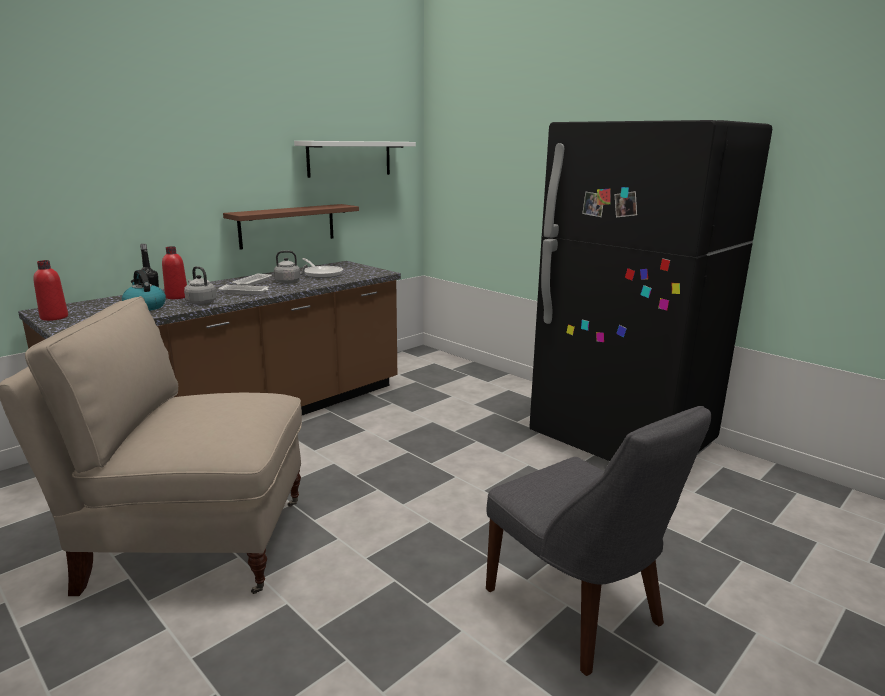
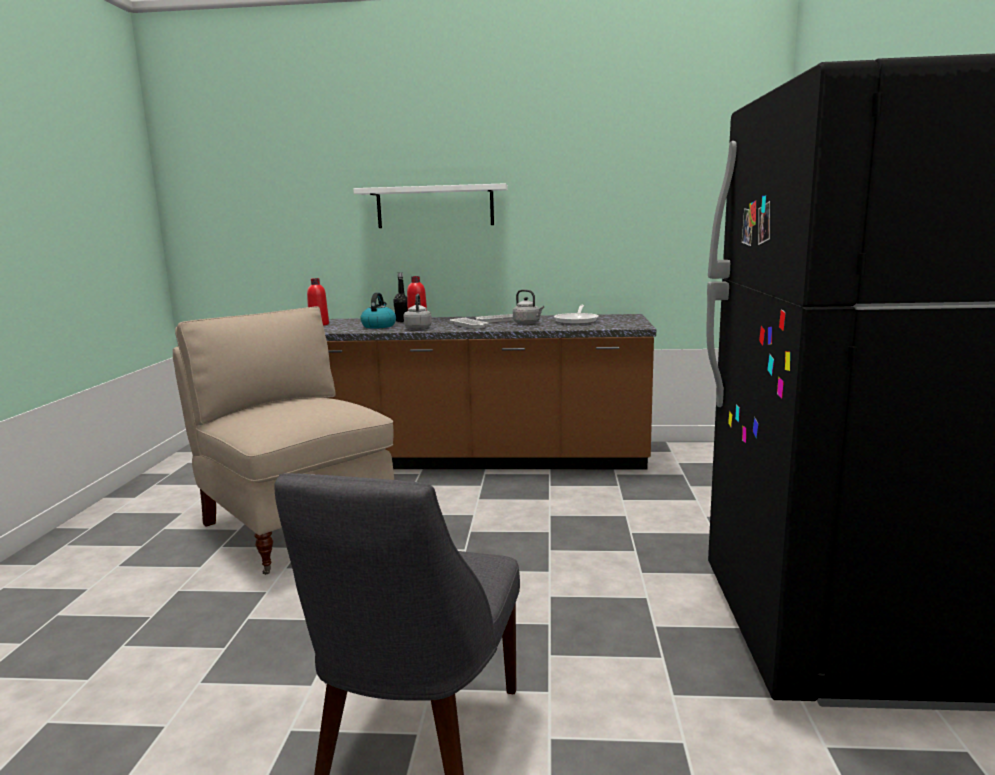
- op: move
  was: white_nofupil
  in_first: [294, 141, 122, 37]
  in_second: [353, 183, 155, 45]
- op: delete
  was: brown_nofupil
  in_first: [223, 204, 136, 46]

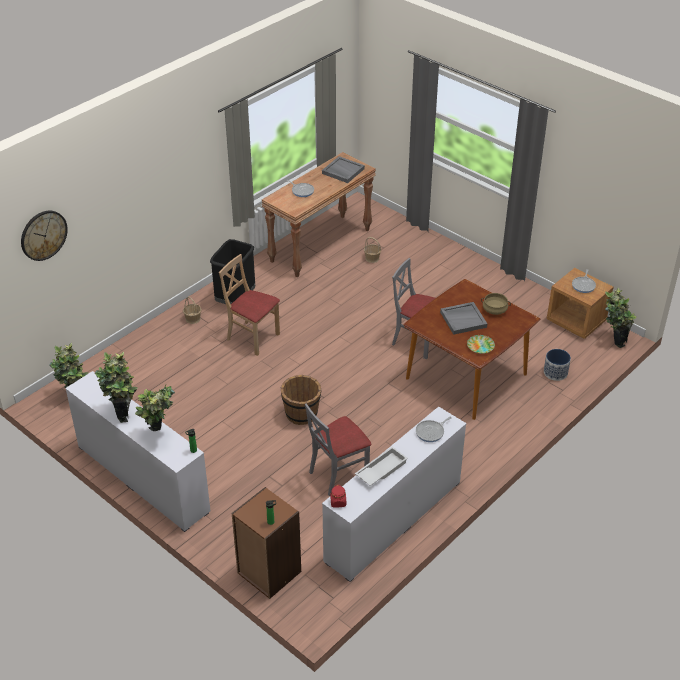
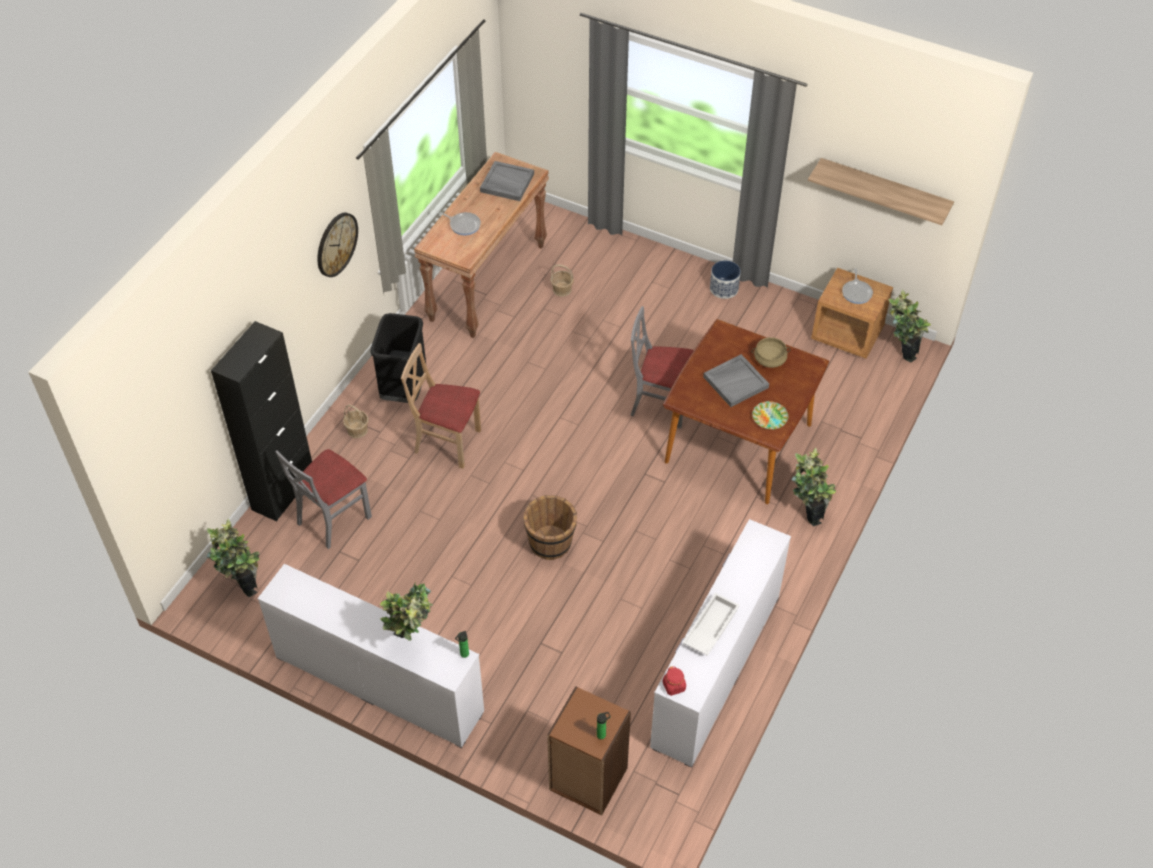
- op: move
  was: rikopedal
  in_first: [21, 211, 47, 50]
  in_second: [317, 213, 41, 64]
- op: move
  was: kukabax
  in_first: [544, 349, 27, 32]
  in_second: [710, 260, 31, 39]
- op: move
  was: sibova
  in_first: [95, 352, 43, 71]
  in_second: [792, 448, 44, 78]
- op: move
  was: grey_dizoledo
  in_first: [305, 403, 67, 93]
  in_second: [276, 449, 96, 100]
- op: delete
  was: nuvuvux
  in_first: [416, 416, 36, 26]
- op: insert
  now: nofupil
  in_second: [808, 158, 146, 67]
- op: insert
  now: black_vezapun
  in_second: [211, 321, 101, 200]

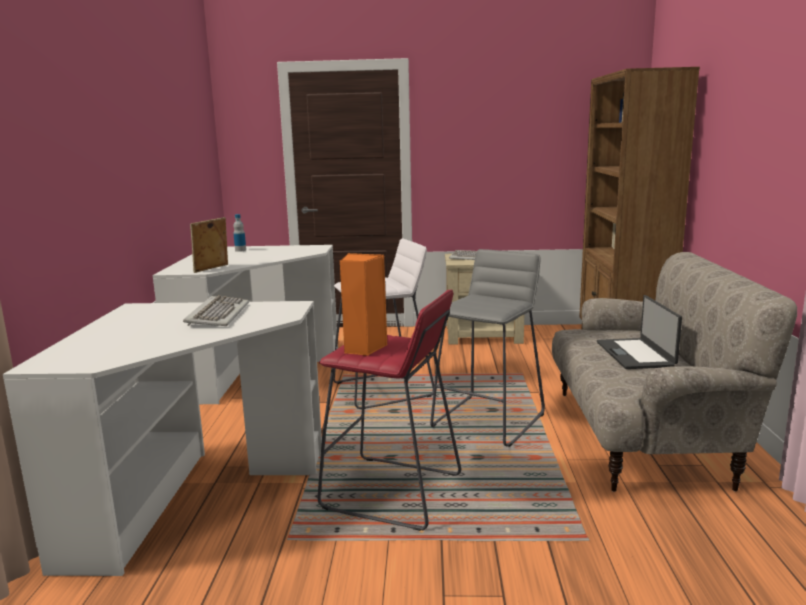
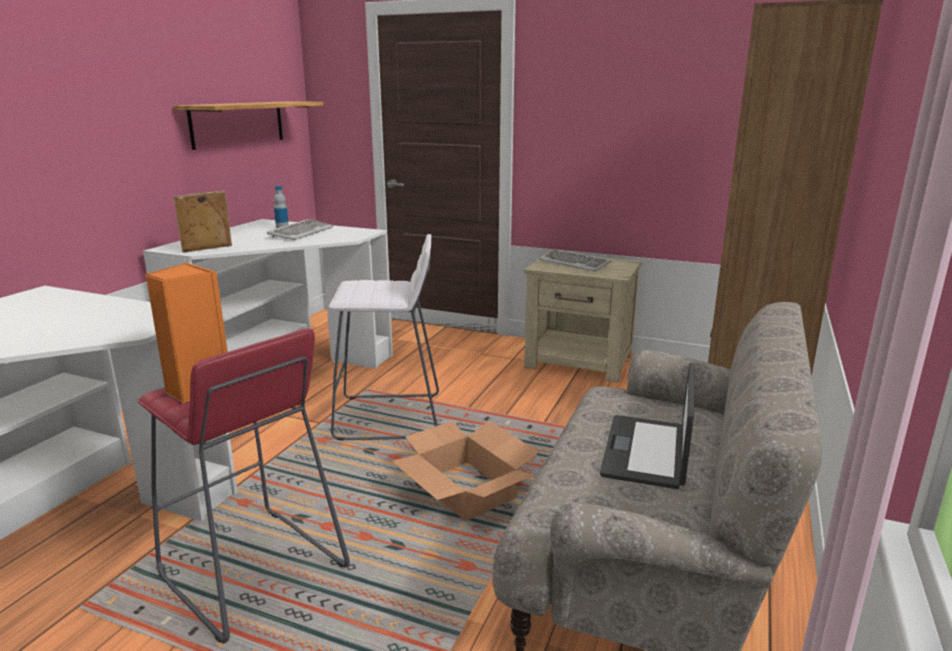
- op: replace
  was: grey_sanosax
  now: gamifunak
  in_first: [430, 249, 115, 198]
  in_second: [392, 421, 147, 100]
- op: move
  was: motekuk
  in_first: [183, 295, 66, 31]
  in_second: [267, 219, 66, 21]
- op: insert
  now: nofupil
  in_second: [173, 101, 150, 49]

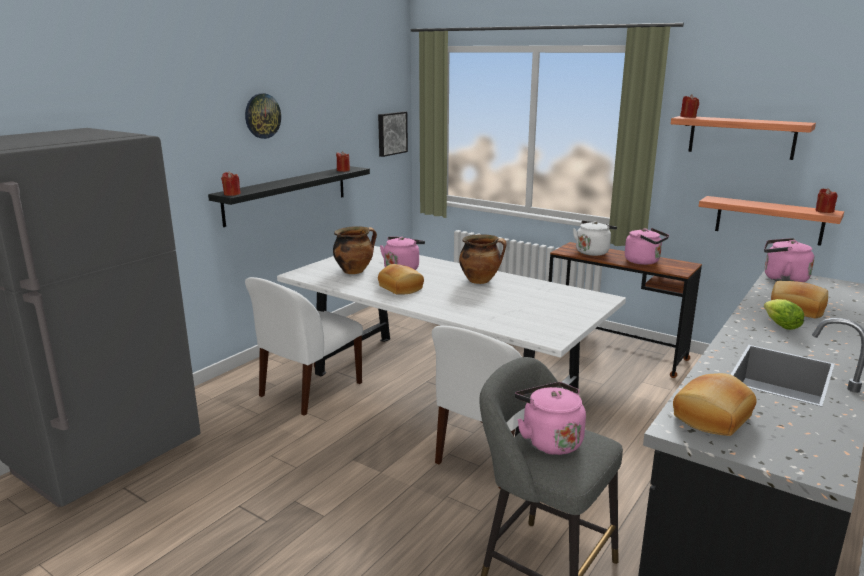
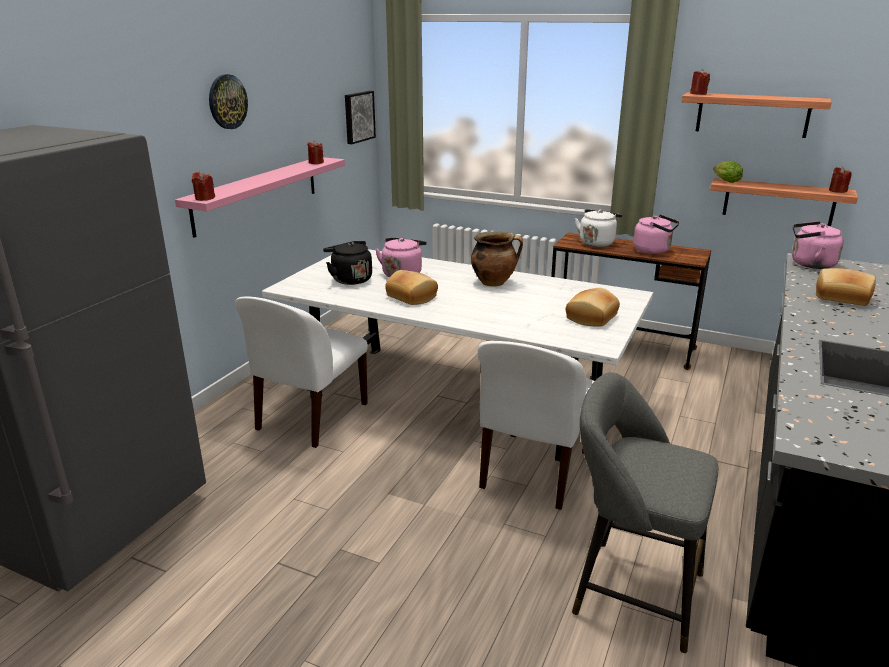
- op: recolor
  was: black_nofupil
  now: pink_nofupil
  in_first: [208, 166, 162, 61]
  in_second: [175, 157, 170, 81]
- op: replace
  was: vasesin
  now: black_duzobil
  in_first: [333, 226, 44, 48]
  in_second: [323, 241, 49, 44]
- op: move
  was: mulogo
  in_first: [764, 299, 40, 31]
  in_second: [713, 161, 30, 22]
- op: move
  was: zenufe
  in_first: [673, 373, 84, 63]
  in_second: [566, 288, 54, 38]
- op: delete
  was: pink_duzobil
  in_first: [515, 382, 71, 73]

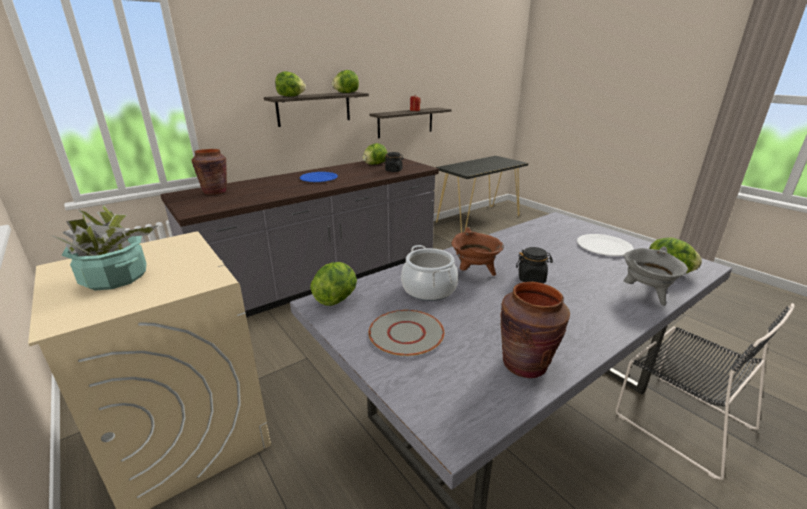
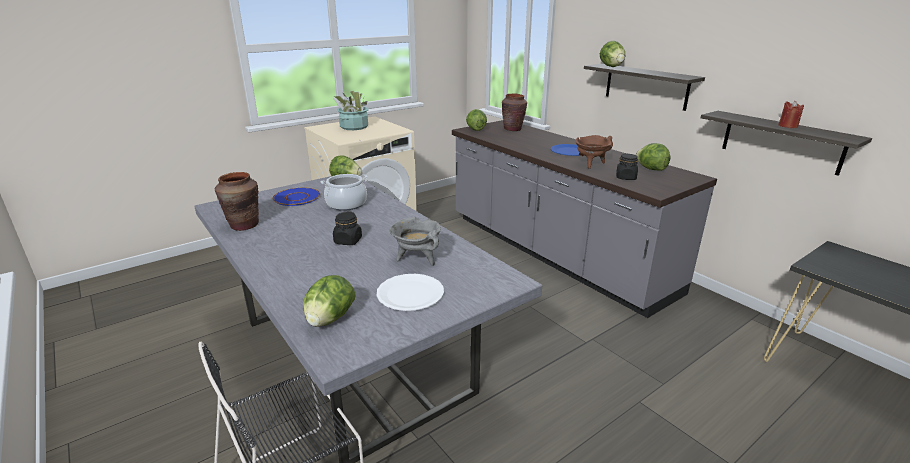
- op: move
  was: mulogo
  in_first: [332, 70, 27, 23]
  in_second: [466, 109, 21, 22]
- op: move
  was: brown_vasesin
  in_first: [452, 227, 52, 49]
  in_second: [575, 135, 38, 34]
- op: move
  was: grey_vasesin
  in_first: [623, 247, 65, 58]
  in_second: [390, 217, 51, 49]
- op: recolor
  was: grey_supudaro
  now: blue_supudaro
  in_first: [369, 310, 75, 46]
  in_second: [272, 188, 48, 18]

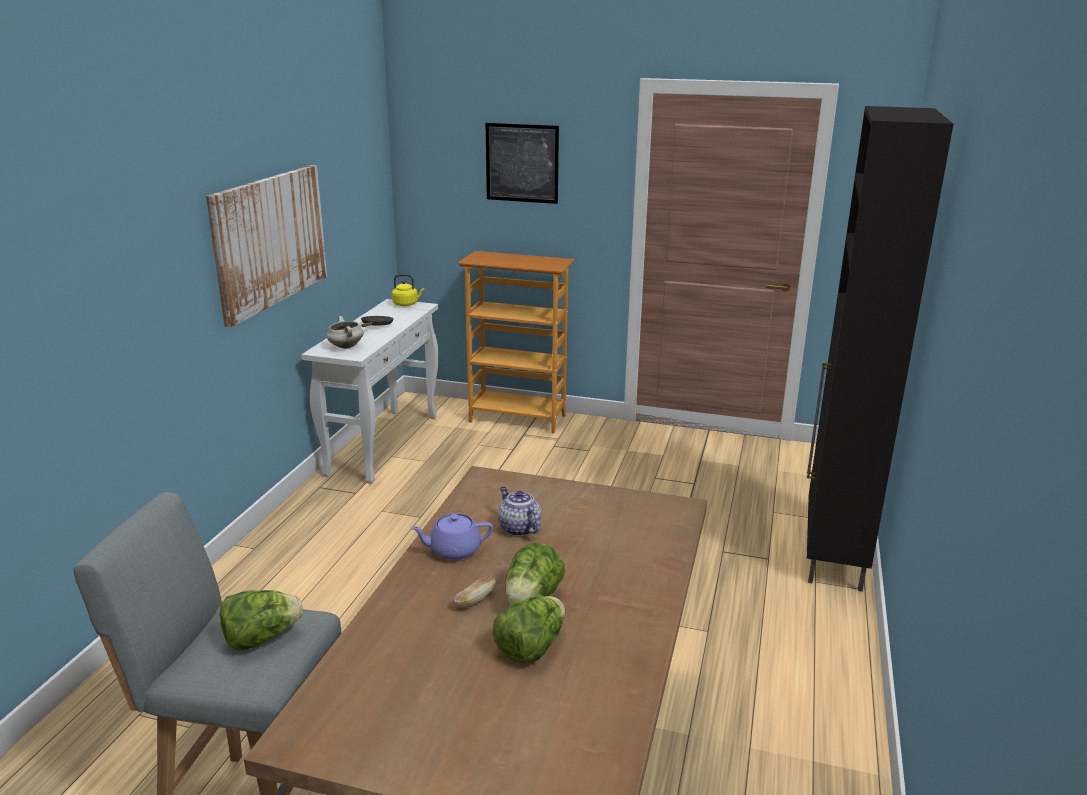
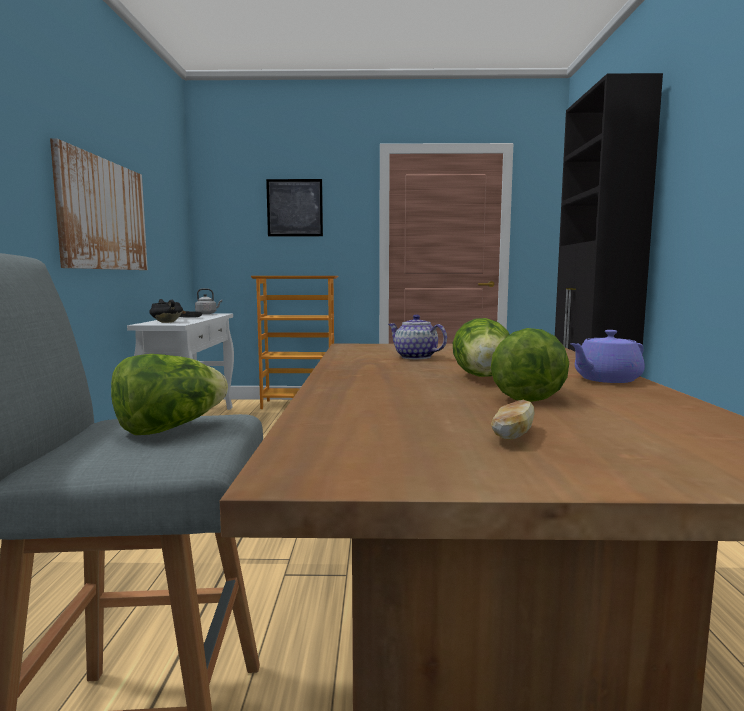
- op: recolor
  was: yellow_duzobil
  now: grey_duzobil
  in_first: [392, 274, 32, 32]
  in_second: [195, 288, 27, 26]
- op: recolor
  was: white_vasesin
  now: black_vasesin
  in_first: [326, 316, 38, 33]
  in_second: [149, 299, 34, 24]
- op: move
  was: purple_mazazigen
  in_first: [410, 514, 83, 46]
  in_second: [571, 330, 74, 53]
- op: move
  was: zenufe
  in_first: [453, 577, 43, 30]
  in_second: [491, 400, 44, 40]

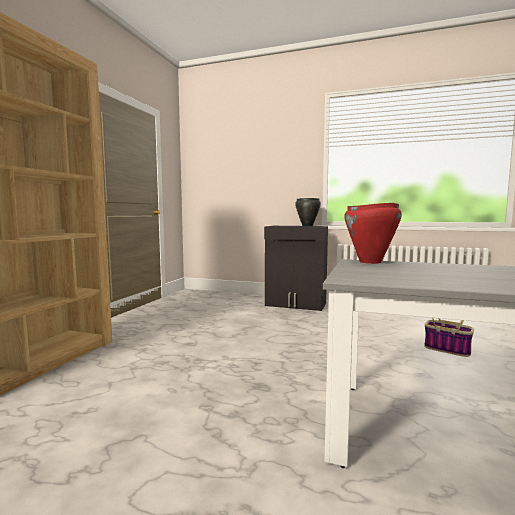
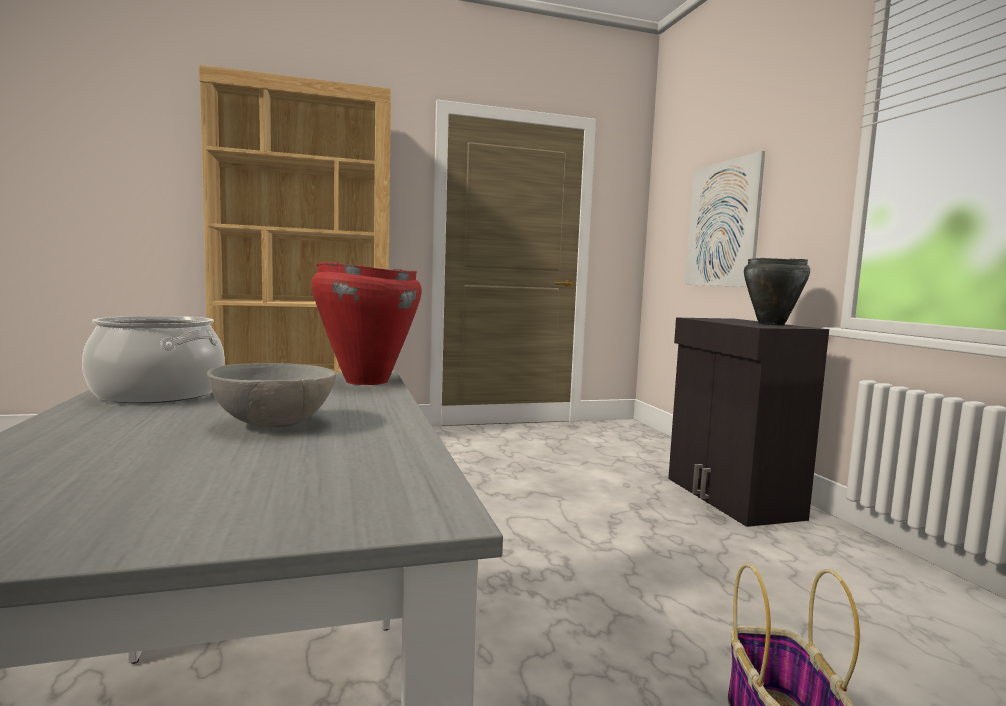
- op: insert
  now: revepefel
  in_second: [685, 151, 80, 136]
- op: insert
  now: vasesin
  in_second: [82, 316, 143, 87]
- op: insert
  now: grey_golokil
  in_second: [207, 363, 129, 64]

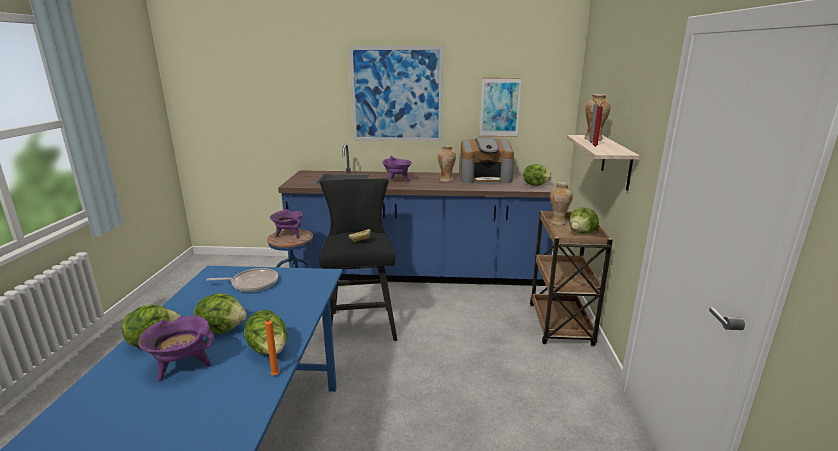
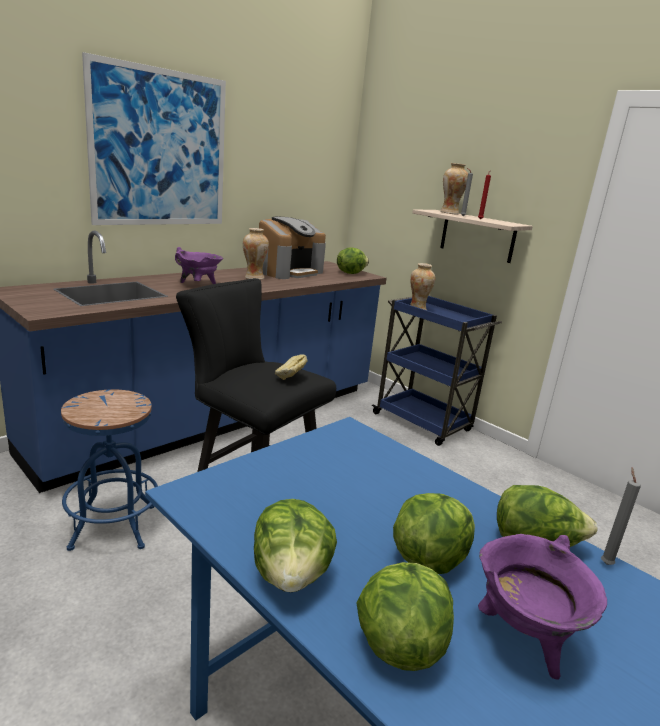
- op: delete
  was: revepefel
  in_first: [480, 77, 42, 60]
- op: move
  was: mulogo
  in_first: [569, 207, 30, 27]
  in_second: [254, 499, 83, 93]
- op: delete
  was: purple_vasesin
  in_first: [270, 209, 33, 30]
- op: recolor
  was: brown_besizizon
  now: blue_besizizon
  in_first: [530, 211, 83, 135]
  in_second: [372, 296, 130, 150]
- op: delete
  was: nuvuvux
  in_first: [206, 268, 72, 24]
- op: recolor
  was: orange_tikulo
  now: grey_tikulo
  in_first: [265, 313, 14, 63]
  in_second: [601, 467, 40, 98]

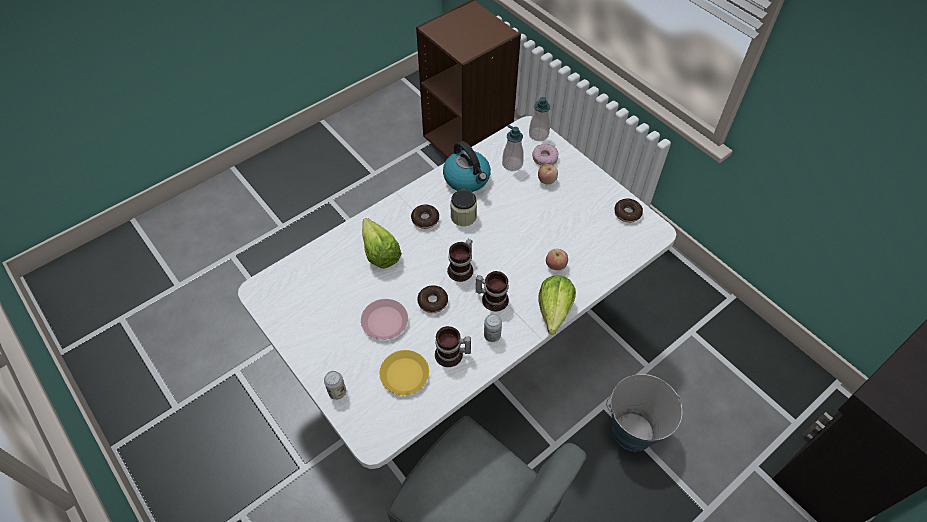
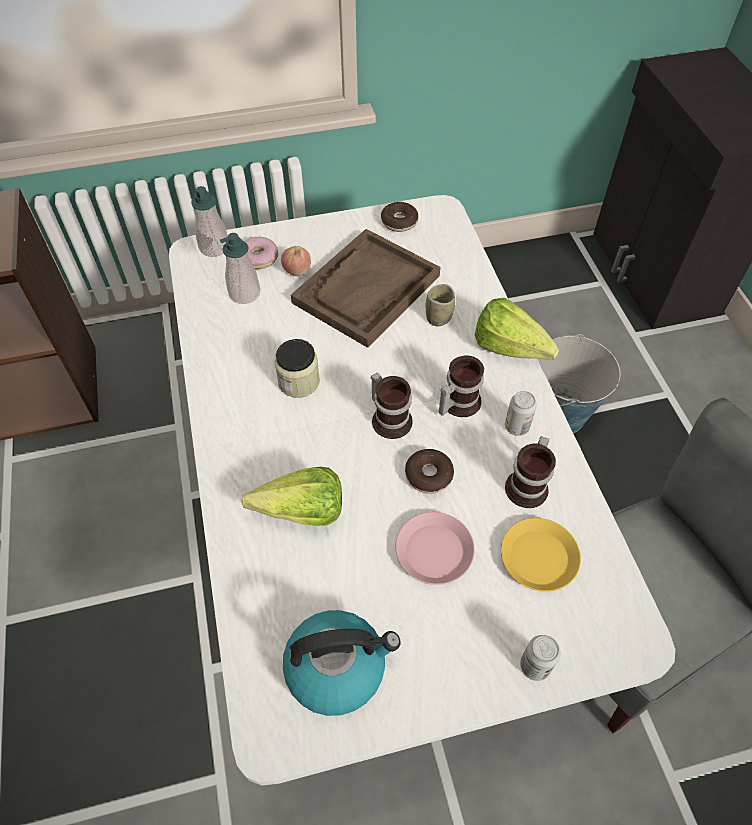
- op: move
  was: duzobil
  in_first: [443, 141, 48, 51]
  in_second: [283, 610, 118, 106]
- op: delete
  was: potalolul
  in_first: [411, 204, 28, 25]
- op: replace
  was: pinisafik
  now: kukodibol
  in_first: [546, 249, 22, 21]
  in_second: [426, 284, 29, 42]
- op: insert
  now: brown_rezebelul
  in_second: [291, 229, 150, 119]

